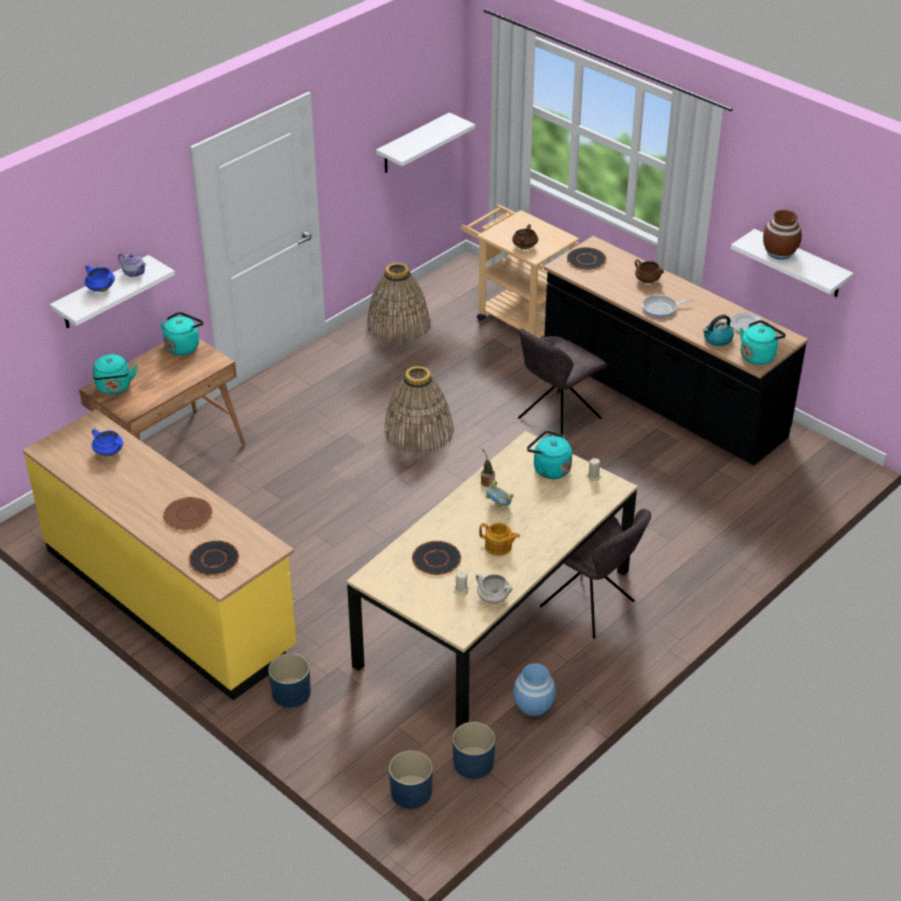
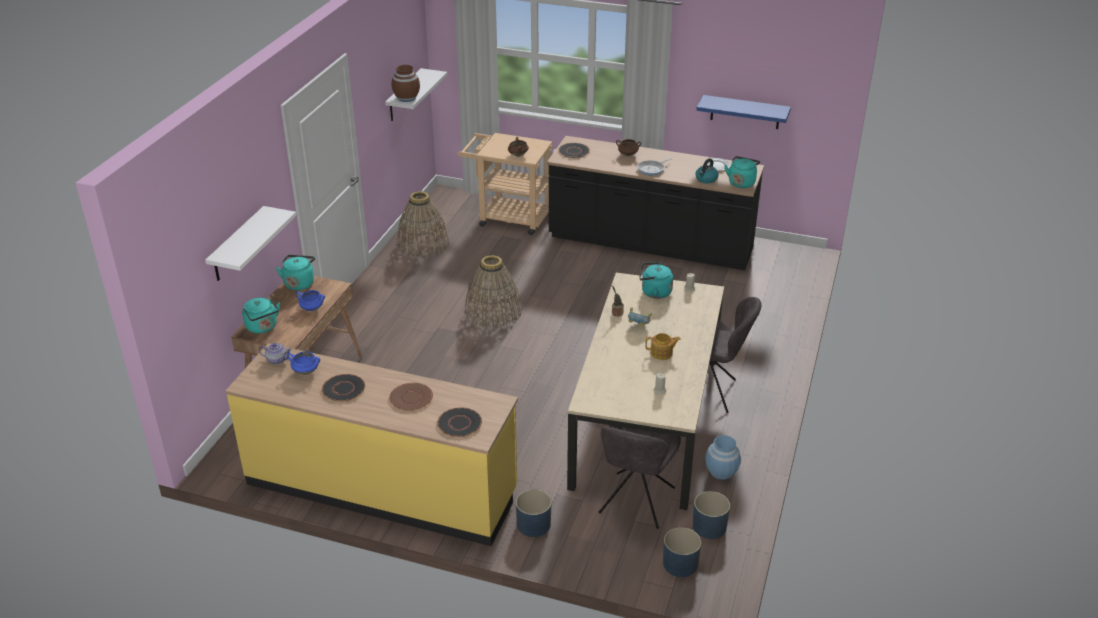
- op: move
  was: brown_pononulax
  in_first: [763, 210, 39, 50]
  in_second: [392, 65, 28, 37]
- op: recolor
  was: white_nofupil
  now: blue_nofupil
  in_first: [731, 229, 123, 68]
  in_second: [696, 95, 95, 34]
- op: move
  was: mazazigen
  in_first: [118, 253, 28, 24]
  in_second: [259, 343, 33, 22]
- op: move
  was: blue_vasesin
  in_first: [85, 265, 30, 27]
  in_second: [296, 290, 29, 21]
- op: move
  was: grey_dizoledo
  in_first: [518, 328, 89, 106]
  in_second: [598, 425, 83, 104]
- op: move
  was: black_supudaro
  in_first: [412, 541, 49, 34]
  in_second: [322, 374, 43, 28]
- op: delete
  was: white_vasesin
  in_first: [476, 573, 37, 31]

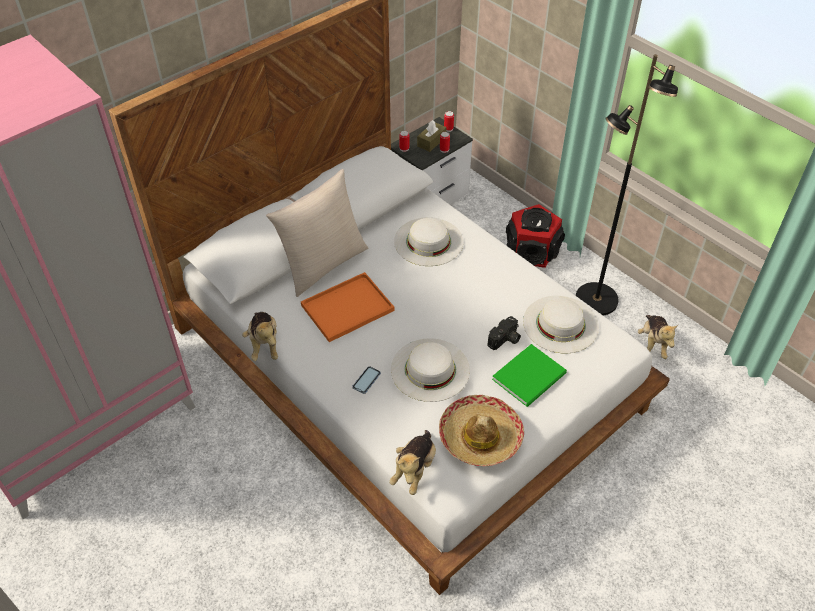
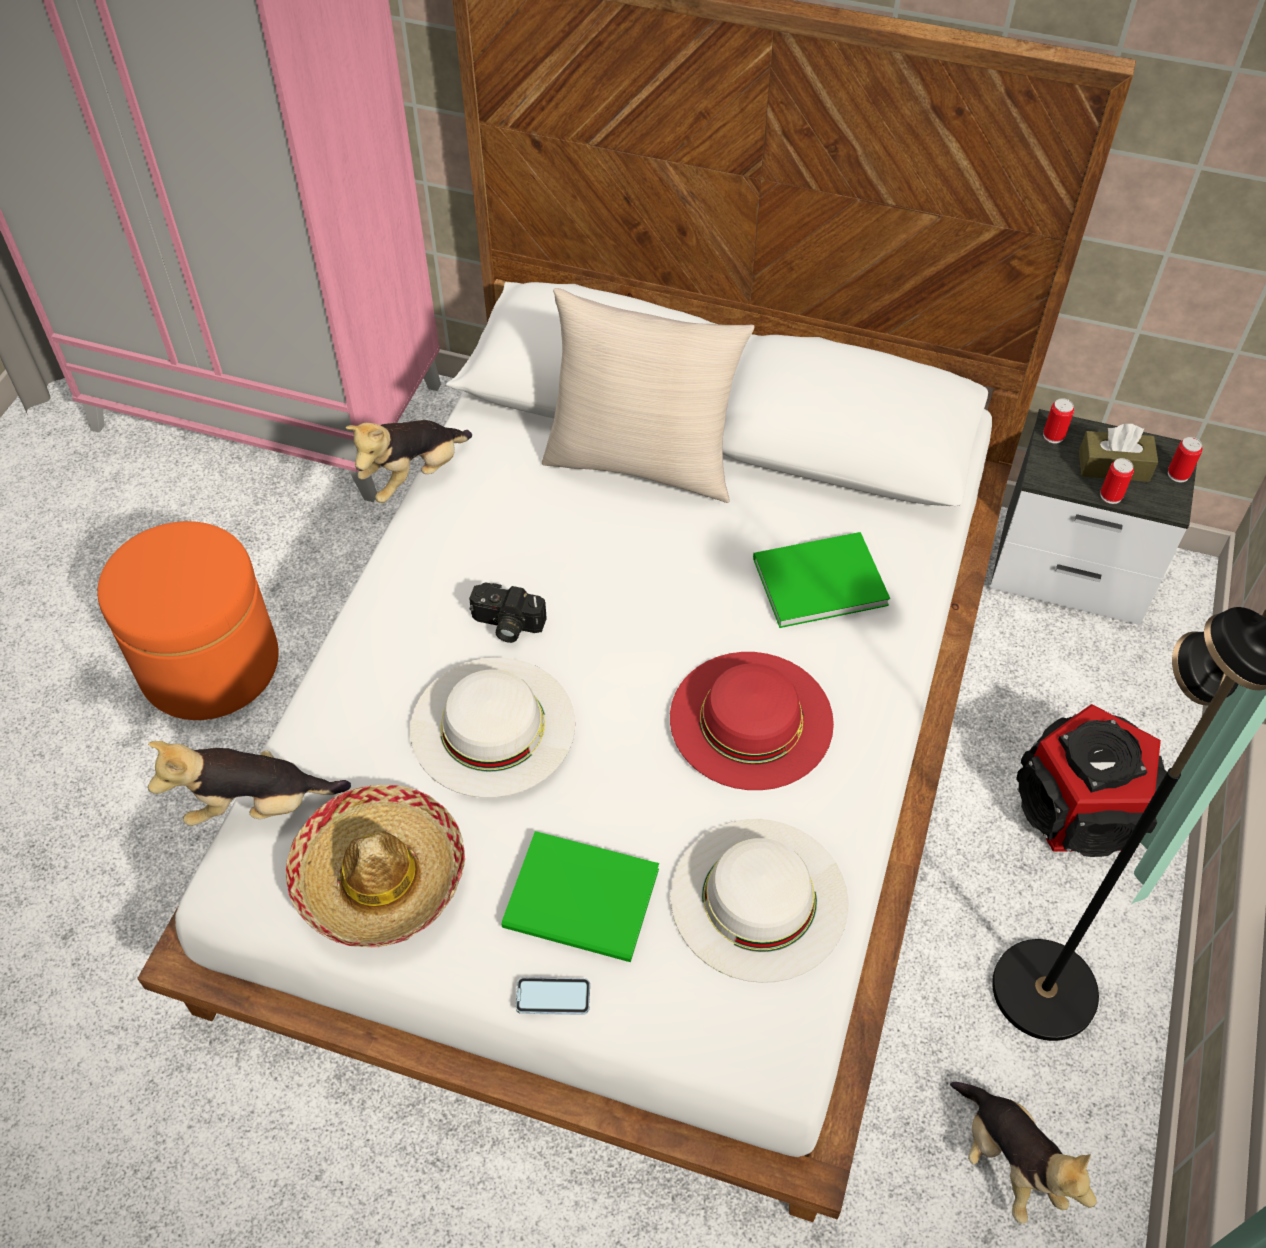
- op: replace
  was: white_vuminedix
  now: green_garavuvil
  in_first: [394, 217, 69, 49]
  in_second: [753, 532, 137, 96]
- op: delete
  was: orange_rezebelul
  in_first: [301, 272, 94, 70]
- op: rotate
  was: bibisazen
  in_first: [638, 315, 40, 44]
  in_second: [950, 1082, 147, 142]
  clockwise: -90
- op: move
  was: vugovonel
  in_first: [487, 316, 34, 34]
  in_second: [469, 583, 78, 60]
- op: move
  was: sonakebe
  in_first: [352, 366, 29, 28]
  in_second: [516, 977, 74, 38]
- op: insert
  now: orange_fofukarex
  in_second: [97, 521, 182, 199]
- op: insert
  now: red_vuminedix
  in_second: [670, 652, 164, 138]

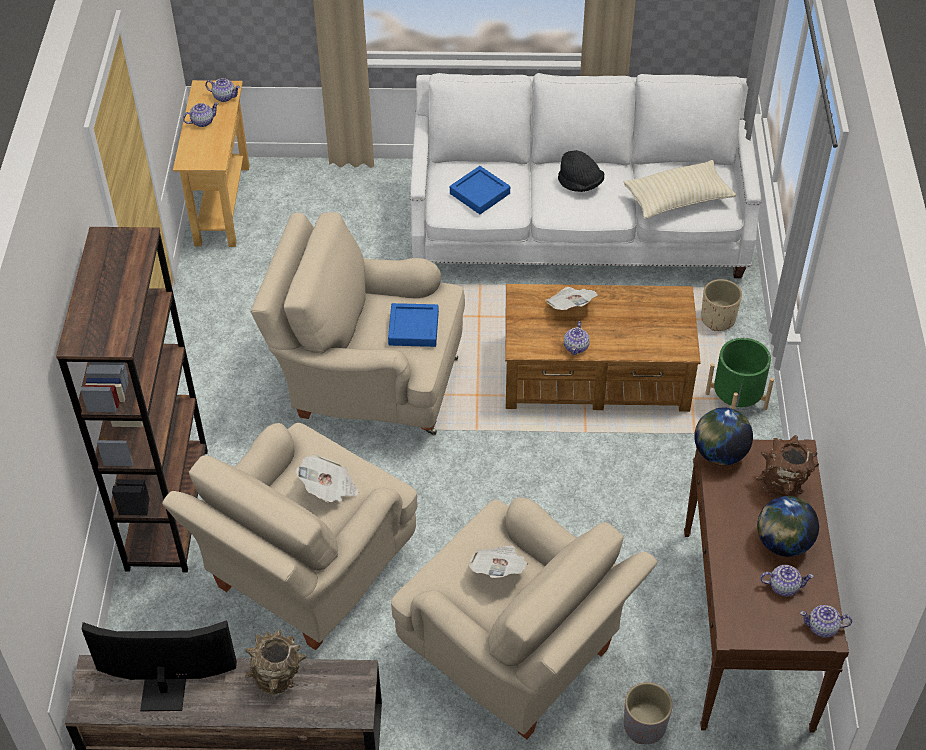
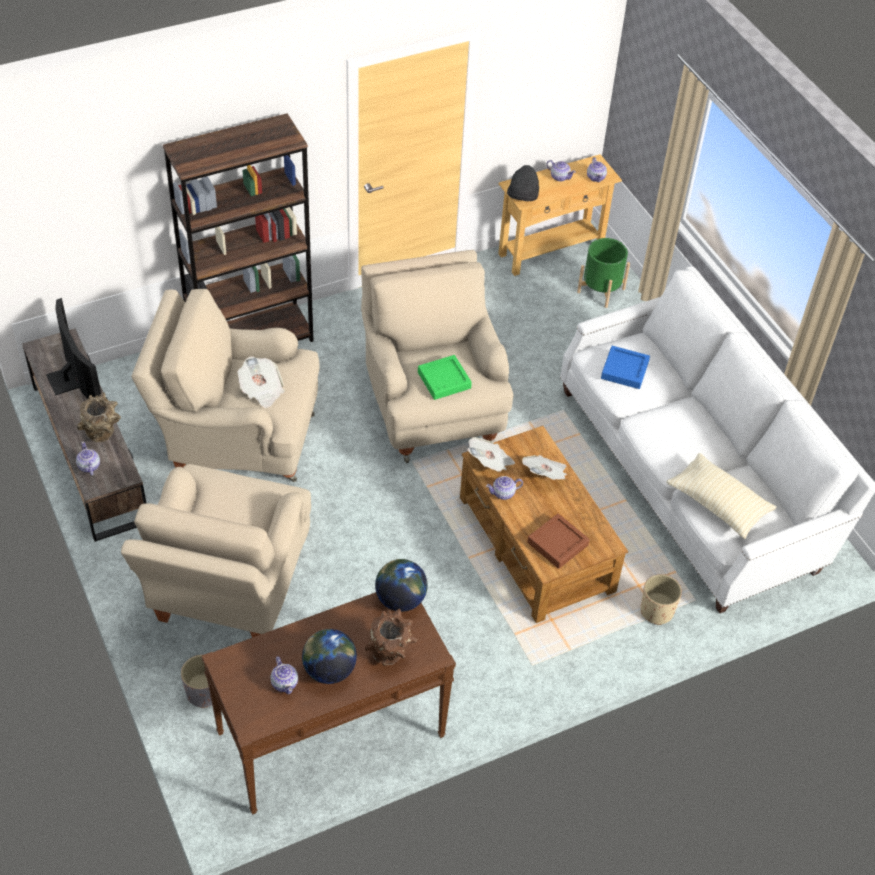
- op: move
  was: black_vuminedix
  in_first: [558, 150, 46, 42]
  in_second: [507, 165, 32, 36]
- op: recolor
  was: blue_rezebelul
  now: green_rezebelul
  in_first: [388, 303, 51, 44]
  in_second: [418, 355, 54, 45]
- op: move
  was: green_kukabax
  in_first: [705, 338, 69, 72]
  in_second: [577, 238, 53, 70]
- op: move
  was: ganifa
  in_first: [469, 545, 59, 33]
  in_second: [467, 437, 48, 35]
- op: move
  was: mazazigen
  in_first: [800, 605, 52, 33]
  in_second: [76, 441, 24, 34]
- op: insert
  now: brown_rezebelul
  in_second: [527, 514, 63, 55]

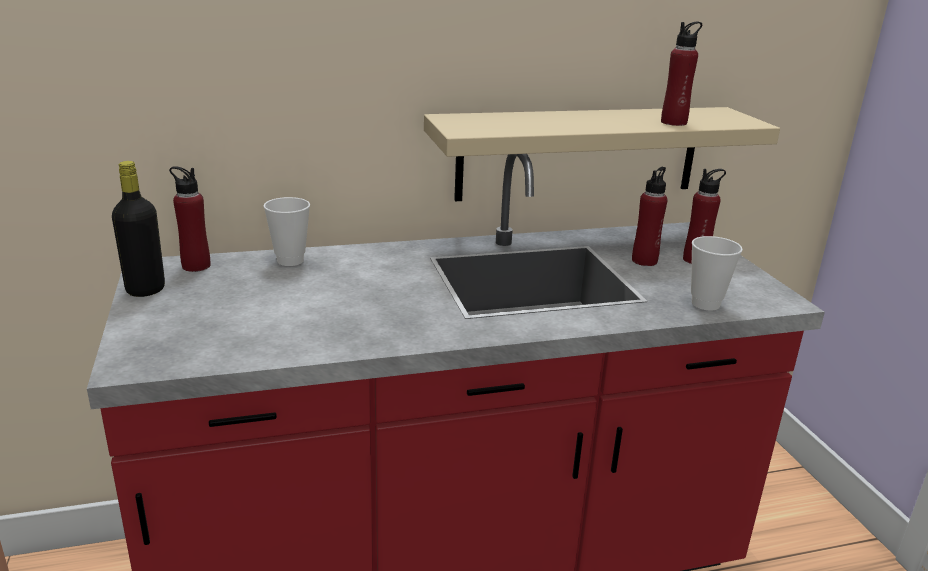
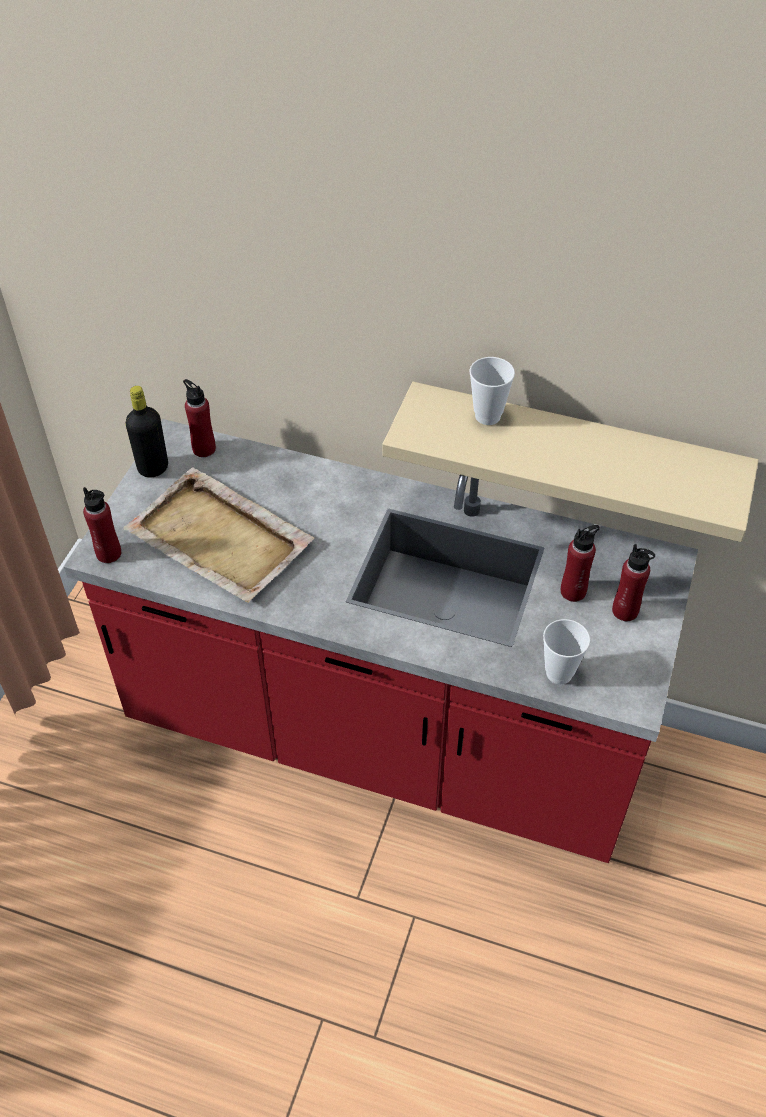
- op: move
  was: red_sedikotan
  in_first: [661, 22, 41, 104]
  in_second: [83, 487, 38, 76]
- op: move
  was: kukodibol
  in_first: [263, 197, 47, 69]
  in_second: [469, 357, 46, 68]
- op: insert
  now: beige_rezebelul
  in_second: [123, 468, 191, 135]

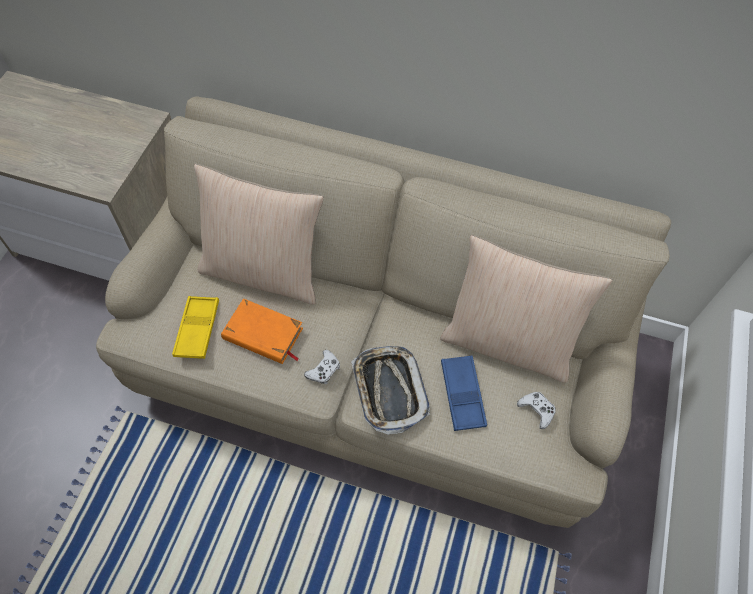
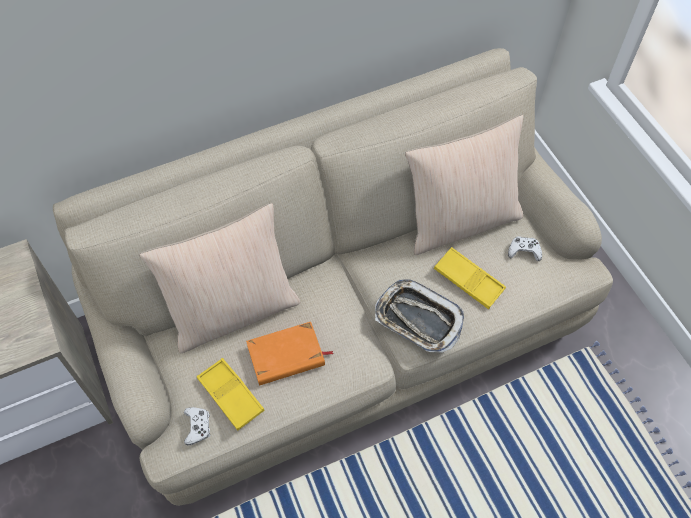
- op: move
  was: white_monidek
  in_first: [304, 350, 36, 34]
  in_second: [184, 407, 26, 38]
- op: recolor
  was: blue_rezebelul
  now: yellow_rezebelul
  in_first: [441, 355, 46, 76]
  in_second: [434, 247, 72, 62]

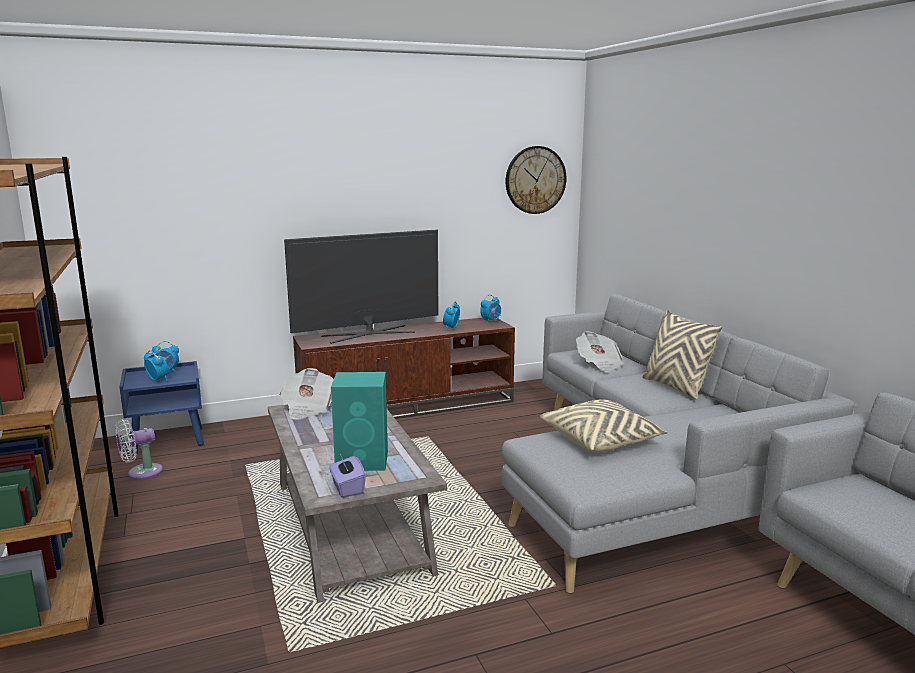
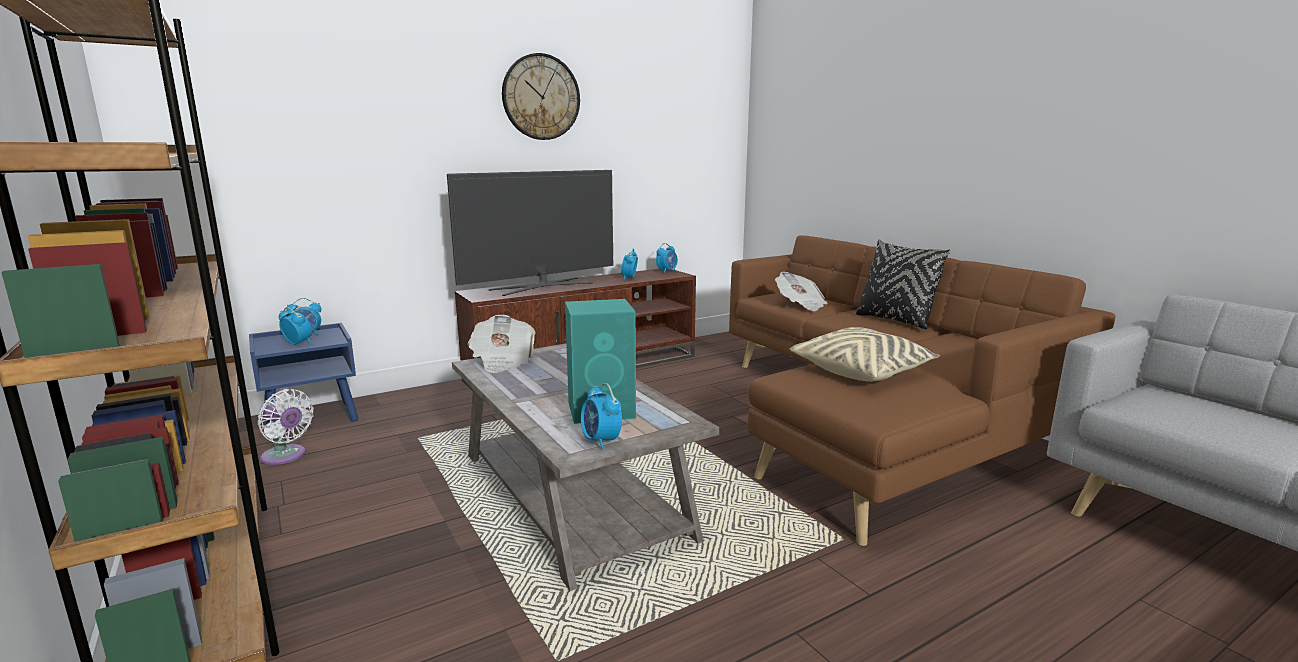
- op: move
  was: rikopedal
  in_first: [506, 146, 61, 68]
  in_second: [502, 53, 78, 87]
- op: recolor
  was: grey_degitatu
  now: brown_degitatu
  in_first: [502, 294, 352, 300]
  in_second: [729, 235, 386, 311]
- op: recolor
  was: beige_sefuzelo
  now: black_sefuzelo
  in_first: [643, 310, 79, 89]
  in_second: [855, 240, 96, 89]
- op: rotate
  was: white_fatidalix
  in_first: [115, 419, 48, 61]
  in_second: [258, 389, 56, 76]
  clockwise: -105
- op: replace
  was: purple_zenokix
  now: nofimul
  in_first: [329, 454, 37, 44]
  in_second: [581, 383, 41, 67]

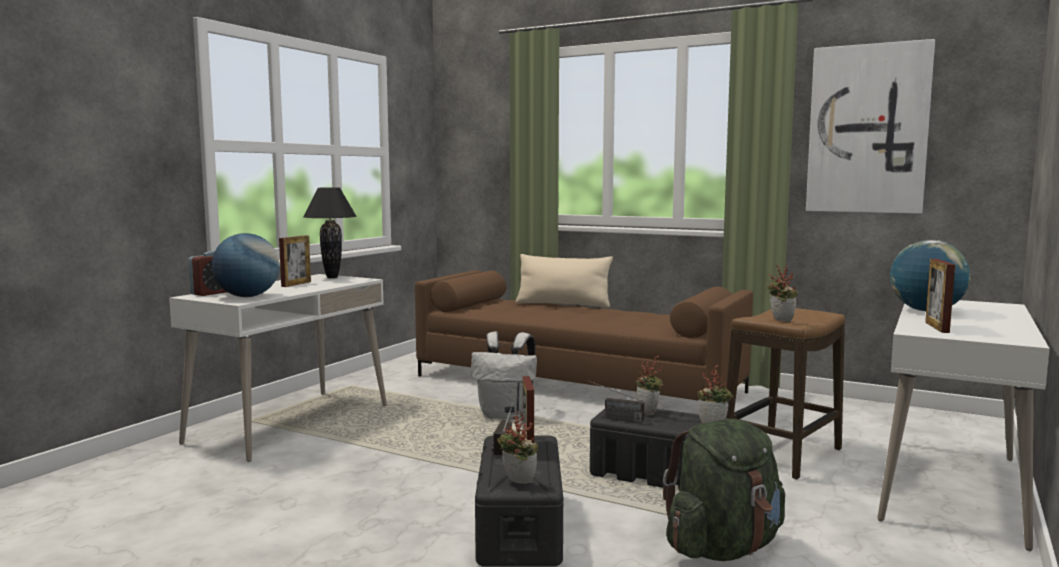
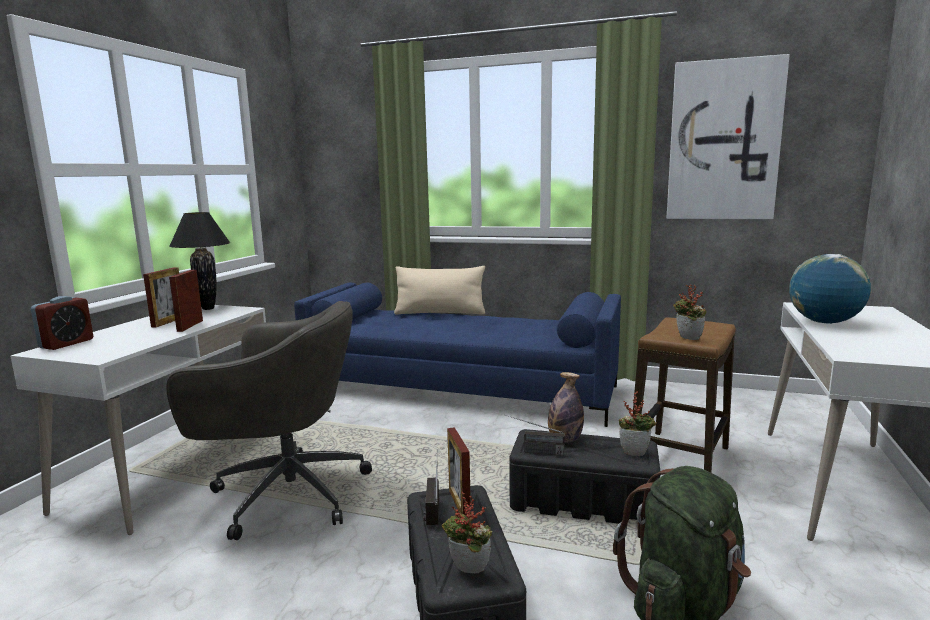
- op: delete
  was: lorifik
  in_first: [212, 233, 67, 64]
- op: move
  was: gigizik
  in_first: [925, 259, 30, 74]
  in_second: [169, 270, 34, 62]
- op: recolor
  was: brown_degitatu
  now: blue_degitatu
  in_first: [415, 270, 338, 131]
  in_second: [294, 283, 327, 144]
- op: delete
  was: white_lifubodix
  in_first: [471, 331, 66, 88]
- op: replace
  was: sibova
  now: sedikotan
  in_first: [636, 356, 28, 59]
  in_second: [548, 372, 36, 70]
- op: insert
  now: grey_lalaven
  in_second: [166, 301, 206, 239]

